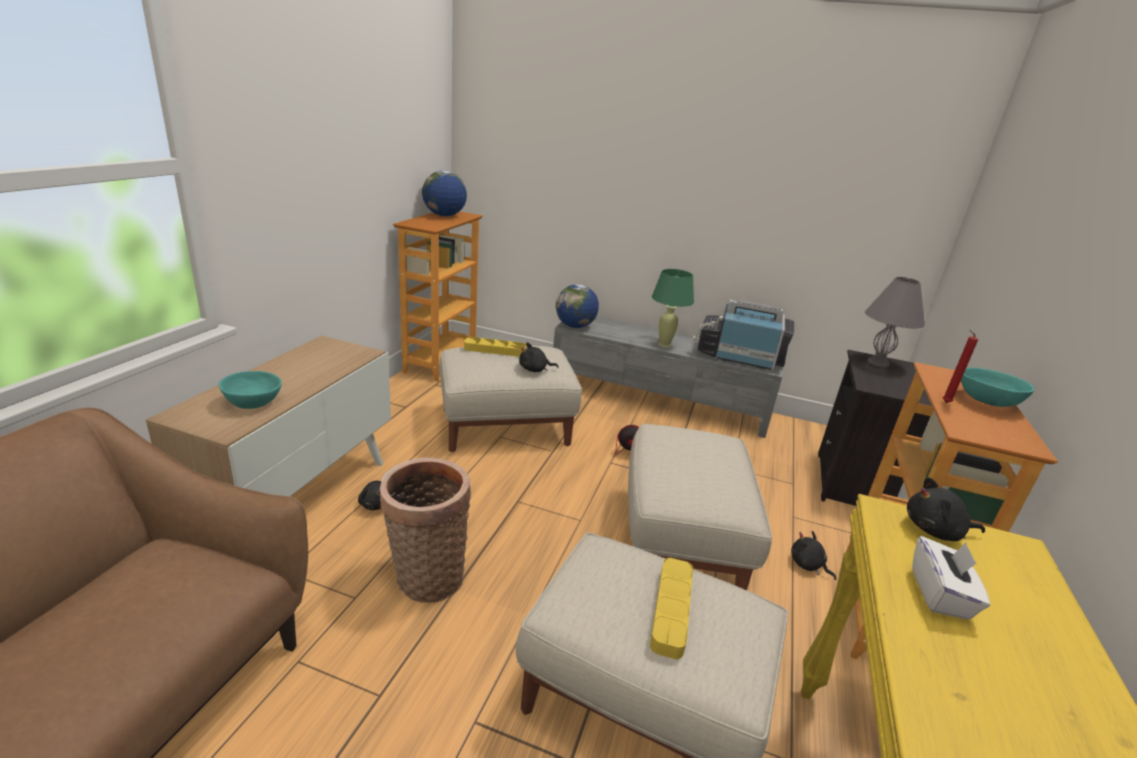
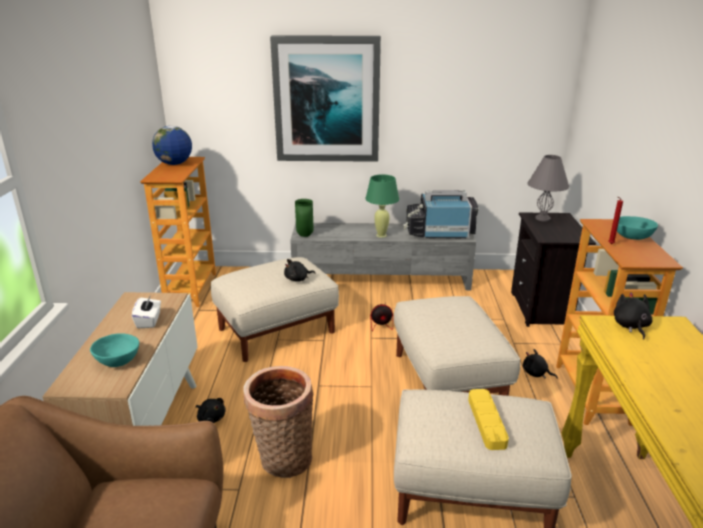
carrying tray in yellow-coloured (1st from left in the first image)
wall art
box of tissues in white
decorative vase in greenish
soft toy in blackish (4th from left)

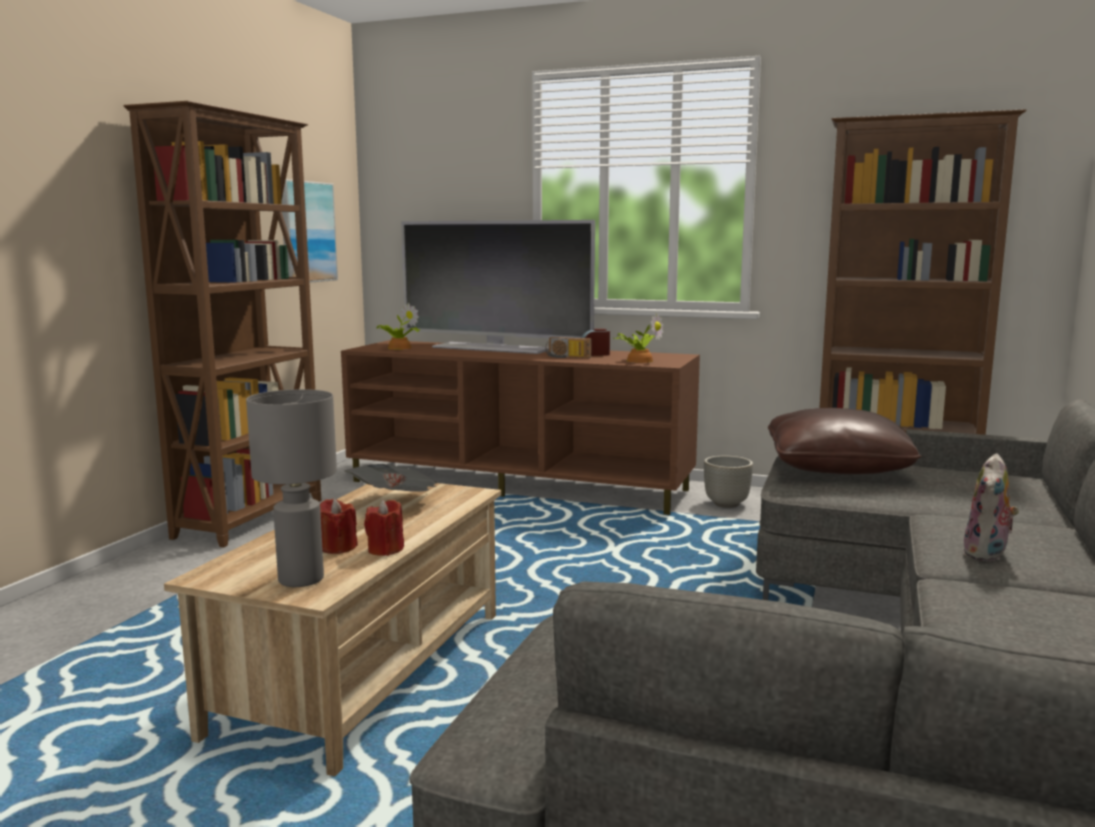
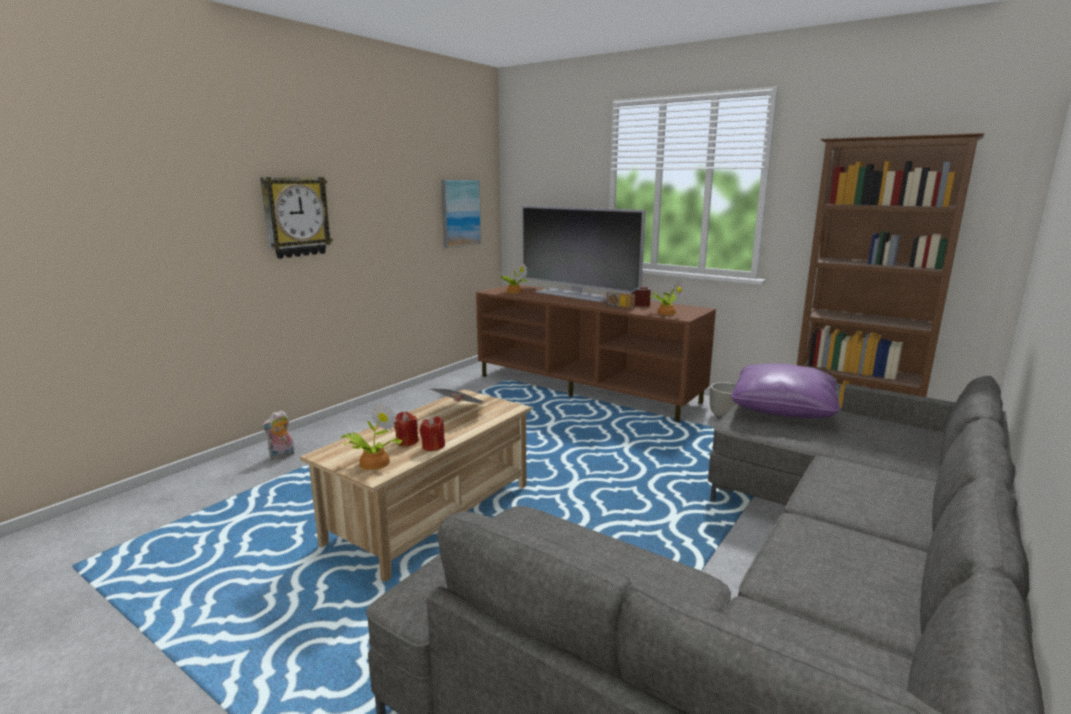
bookcase in brown (1st from left in the first image)
hanging clock
soft toy
potted plant (1st from left)
throw pillow in purple

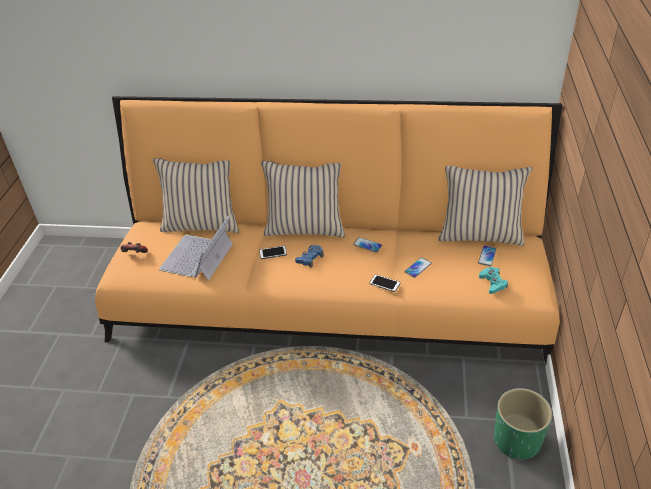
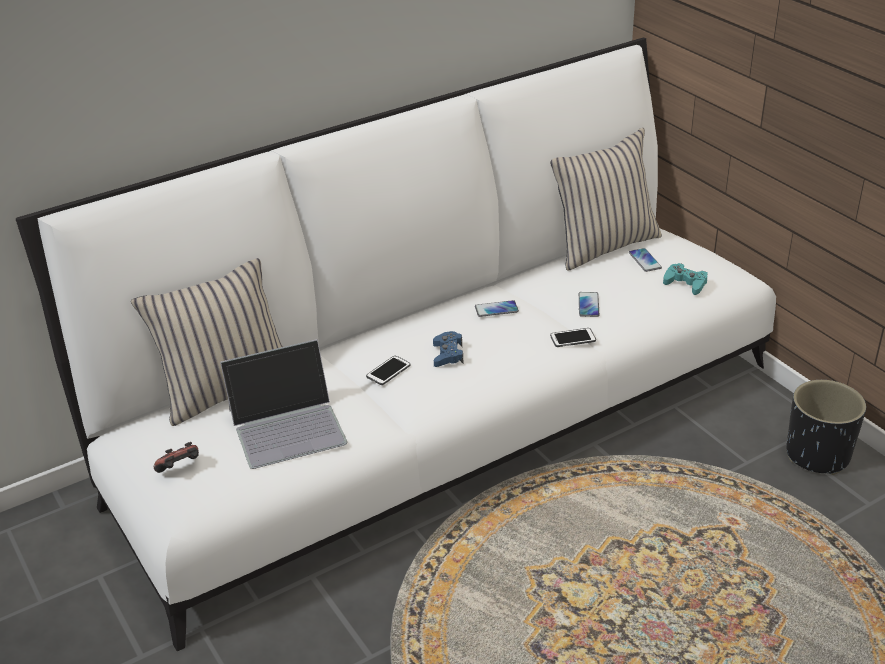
throw pillow in beige (2nd from left in the first image)
couch in white
planter in blackish
notebook computer

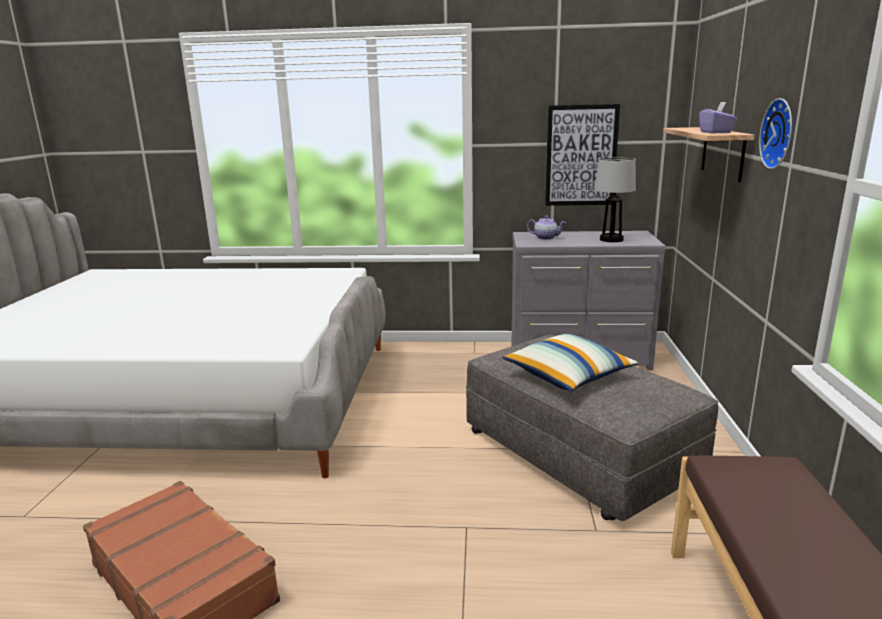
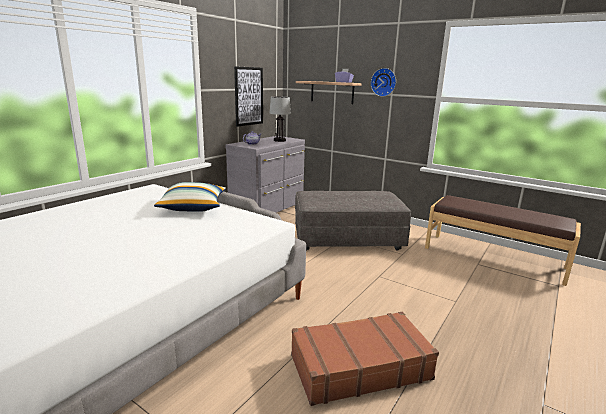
throw pillow

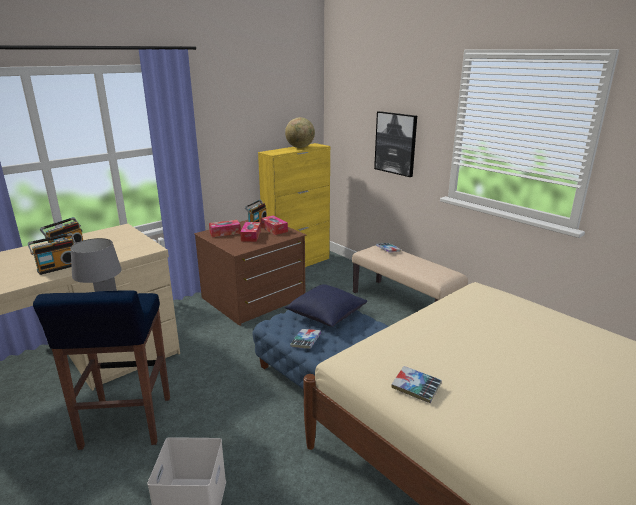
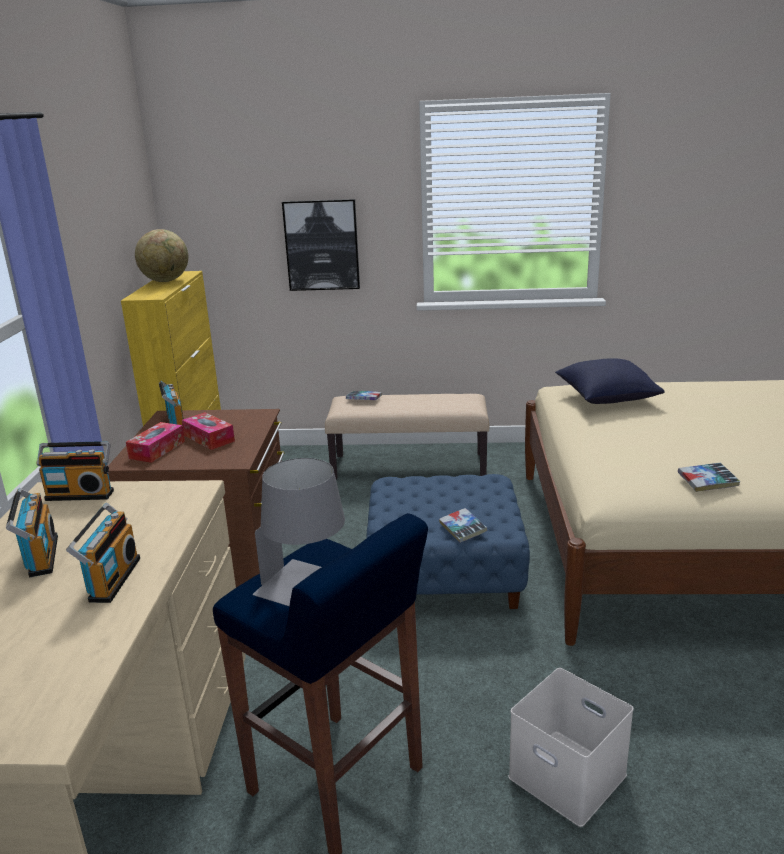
box of tissues (3rd from left in the first image)
radio receiver (2nd from left)
throw pillow in blue

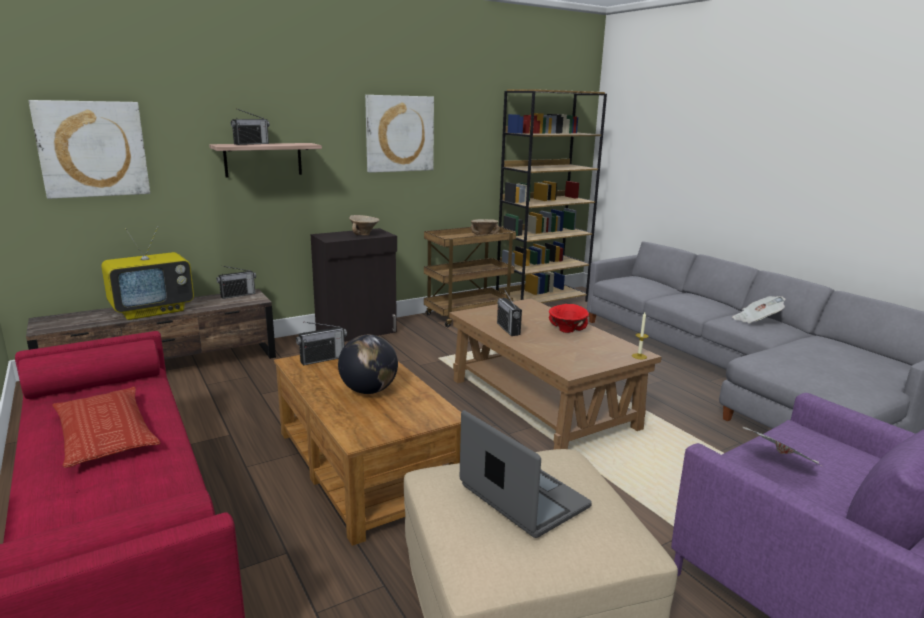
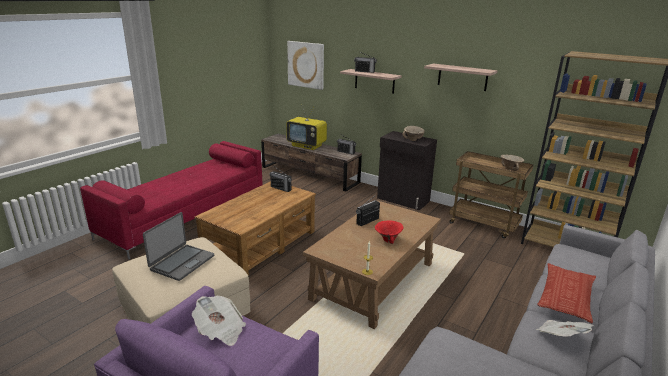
desk globe
throw pillow
shelf (2nd from left)

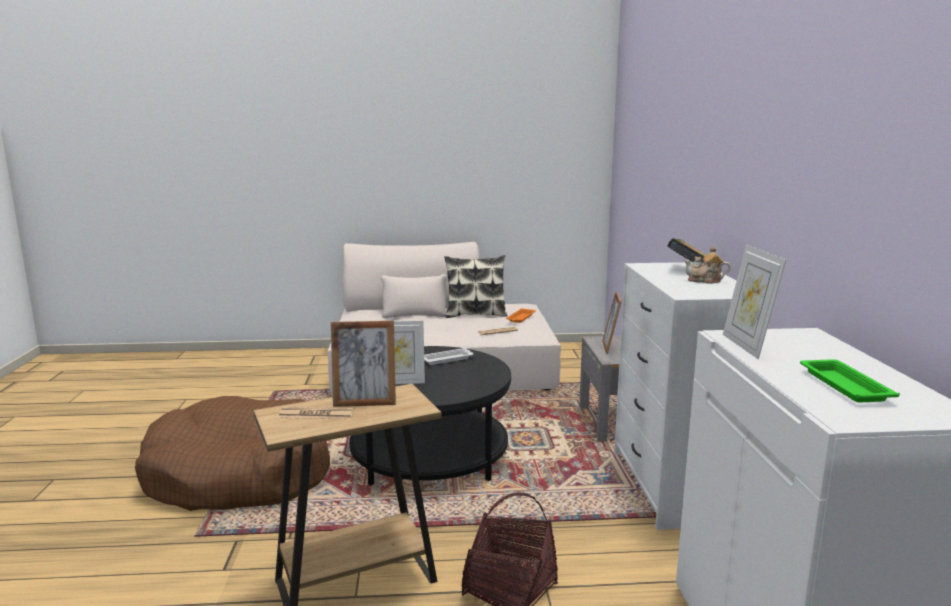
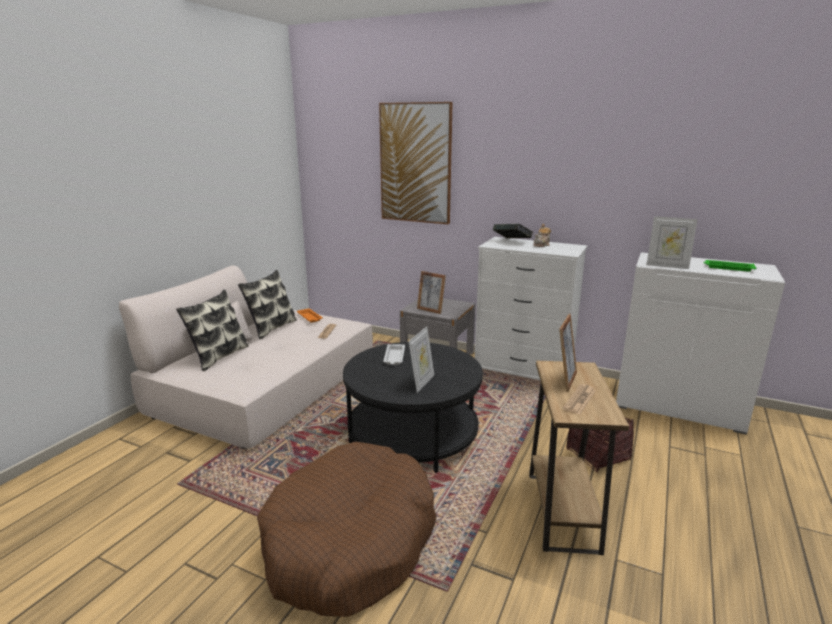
throw pillow (1st from left)
wall art

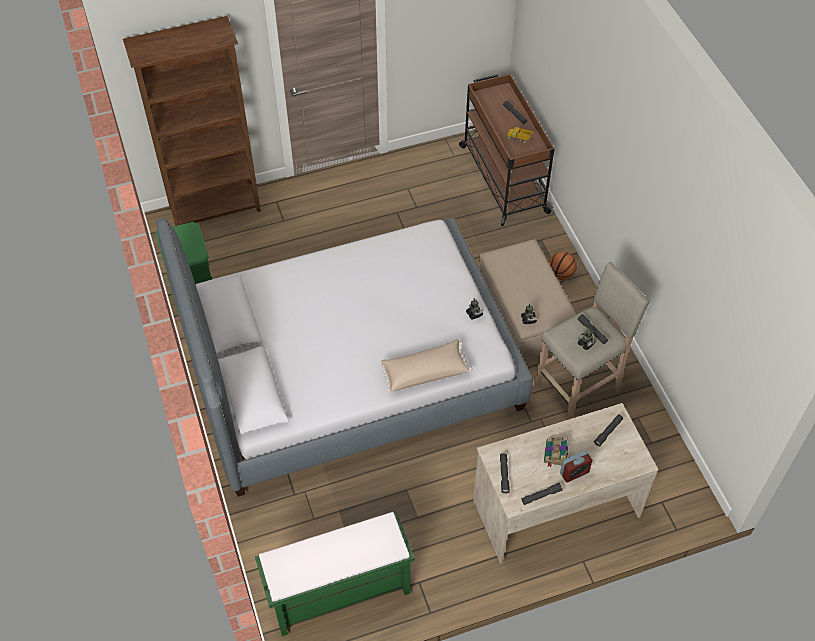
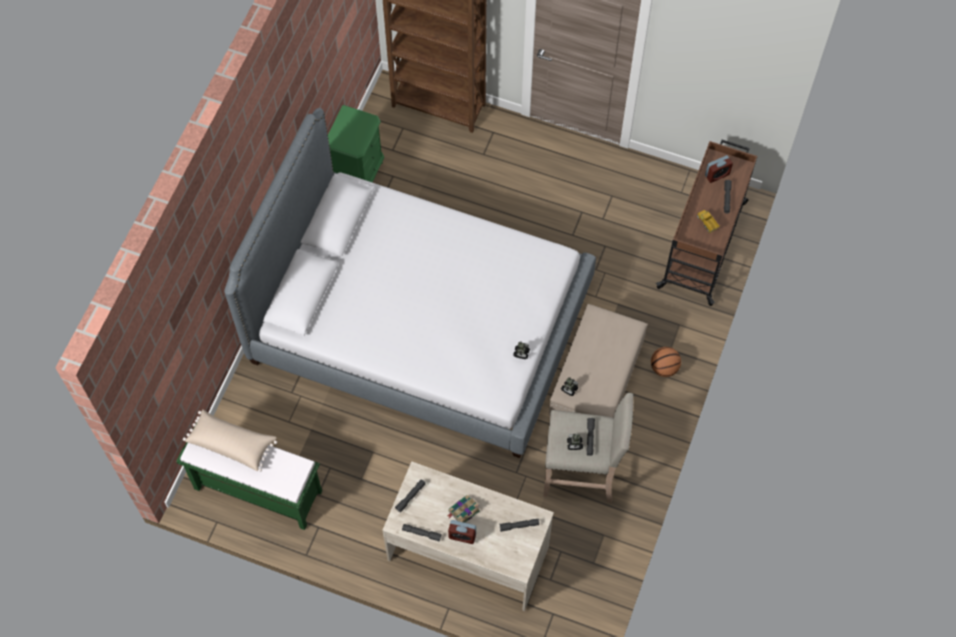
bedside clock (2nd from left)
throw pillow in beige

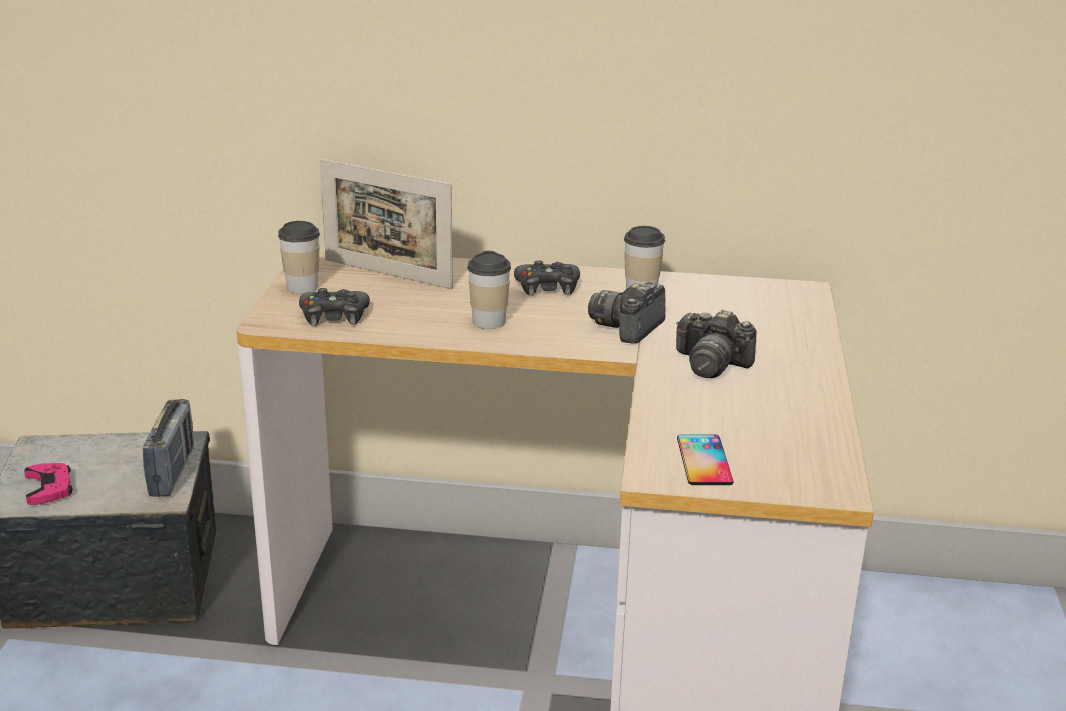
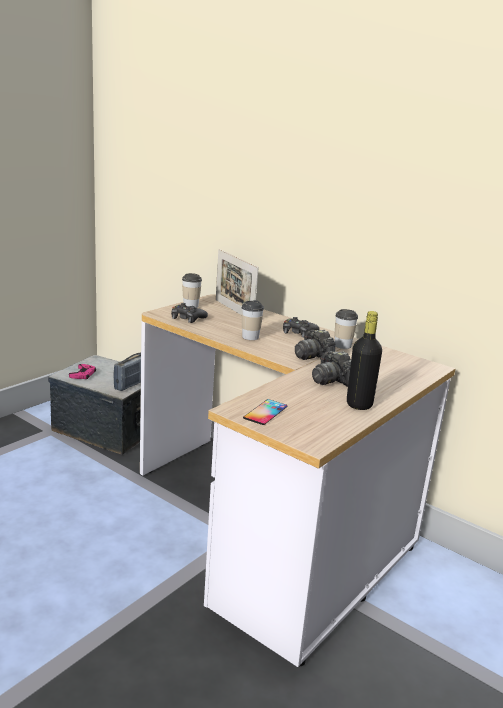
bottle in blackish
photo camera (1st from left)

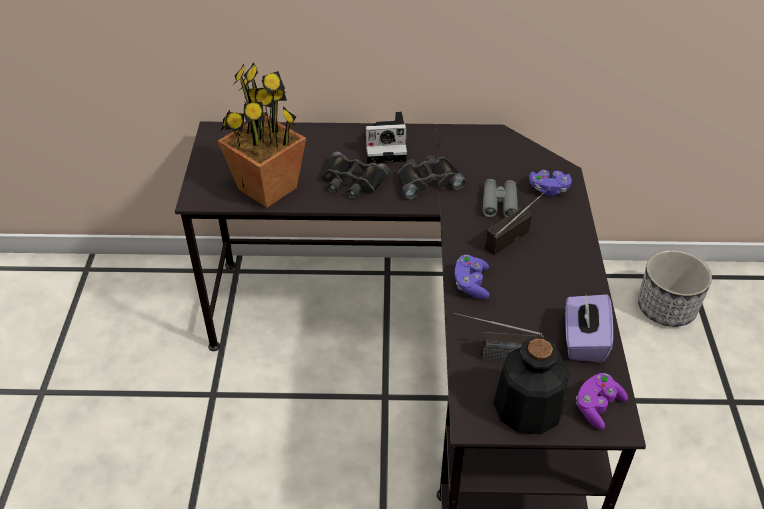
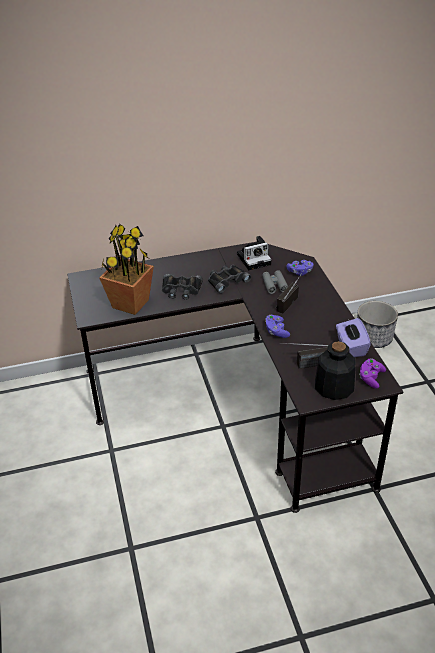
photo camera

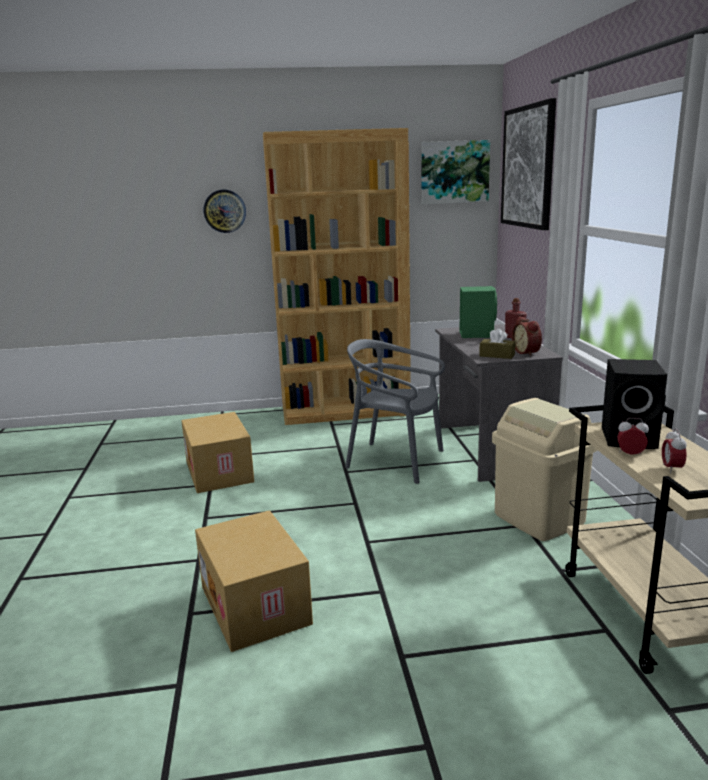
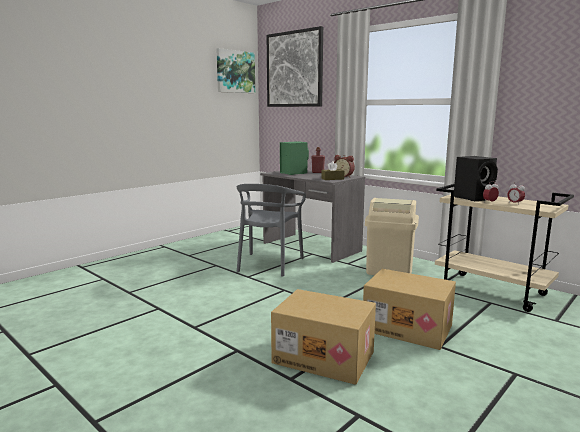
hanging clock
bookcase in brown
cardboard box (2nd from left)
chair in greyish

